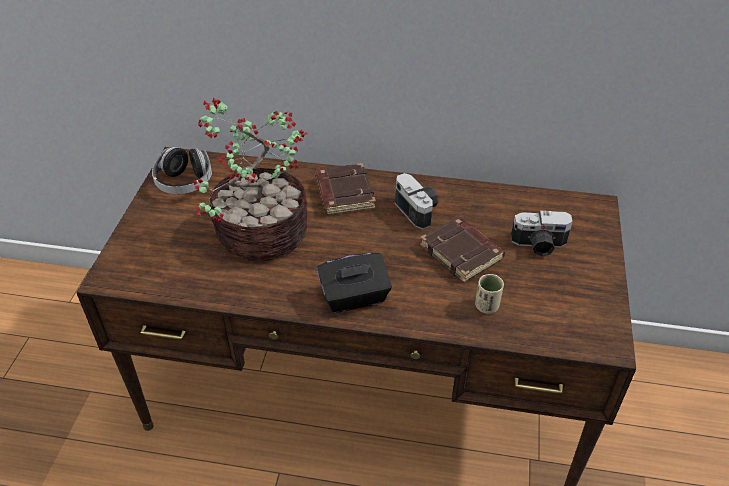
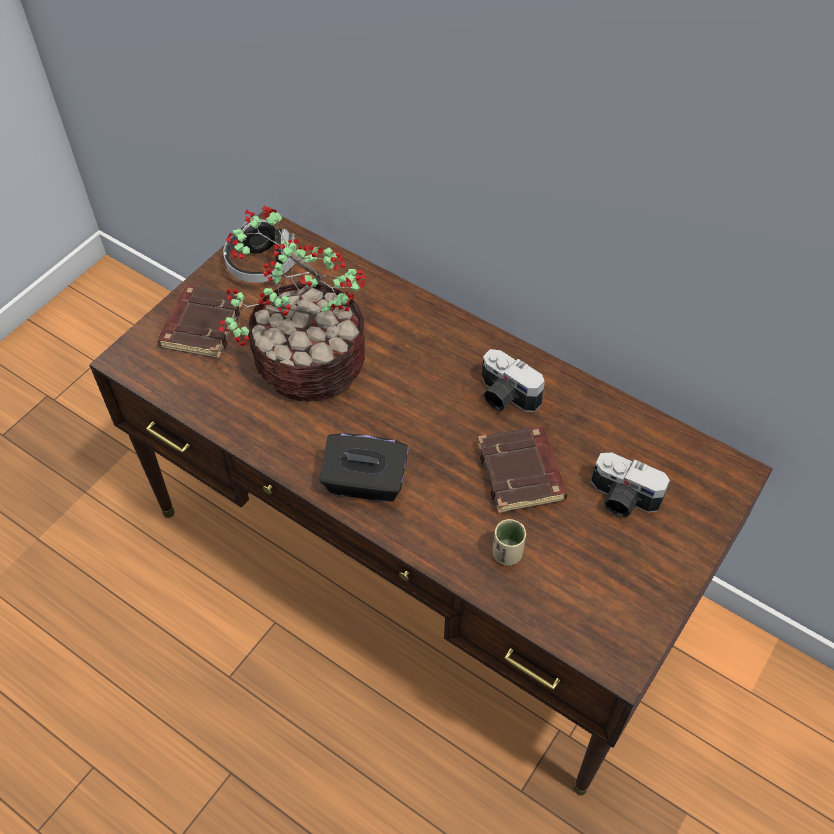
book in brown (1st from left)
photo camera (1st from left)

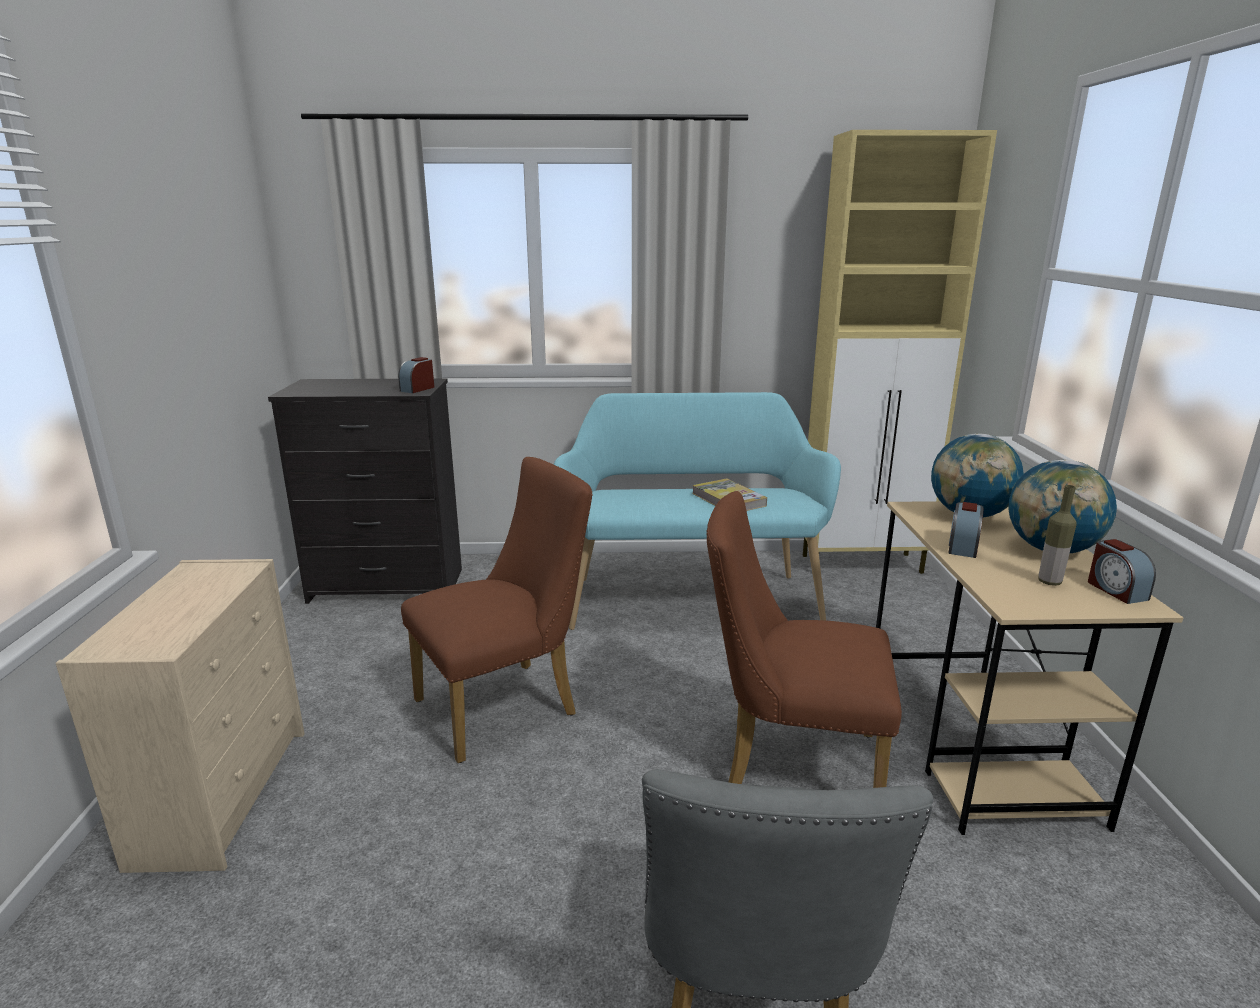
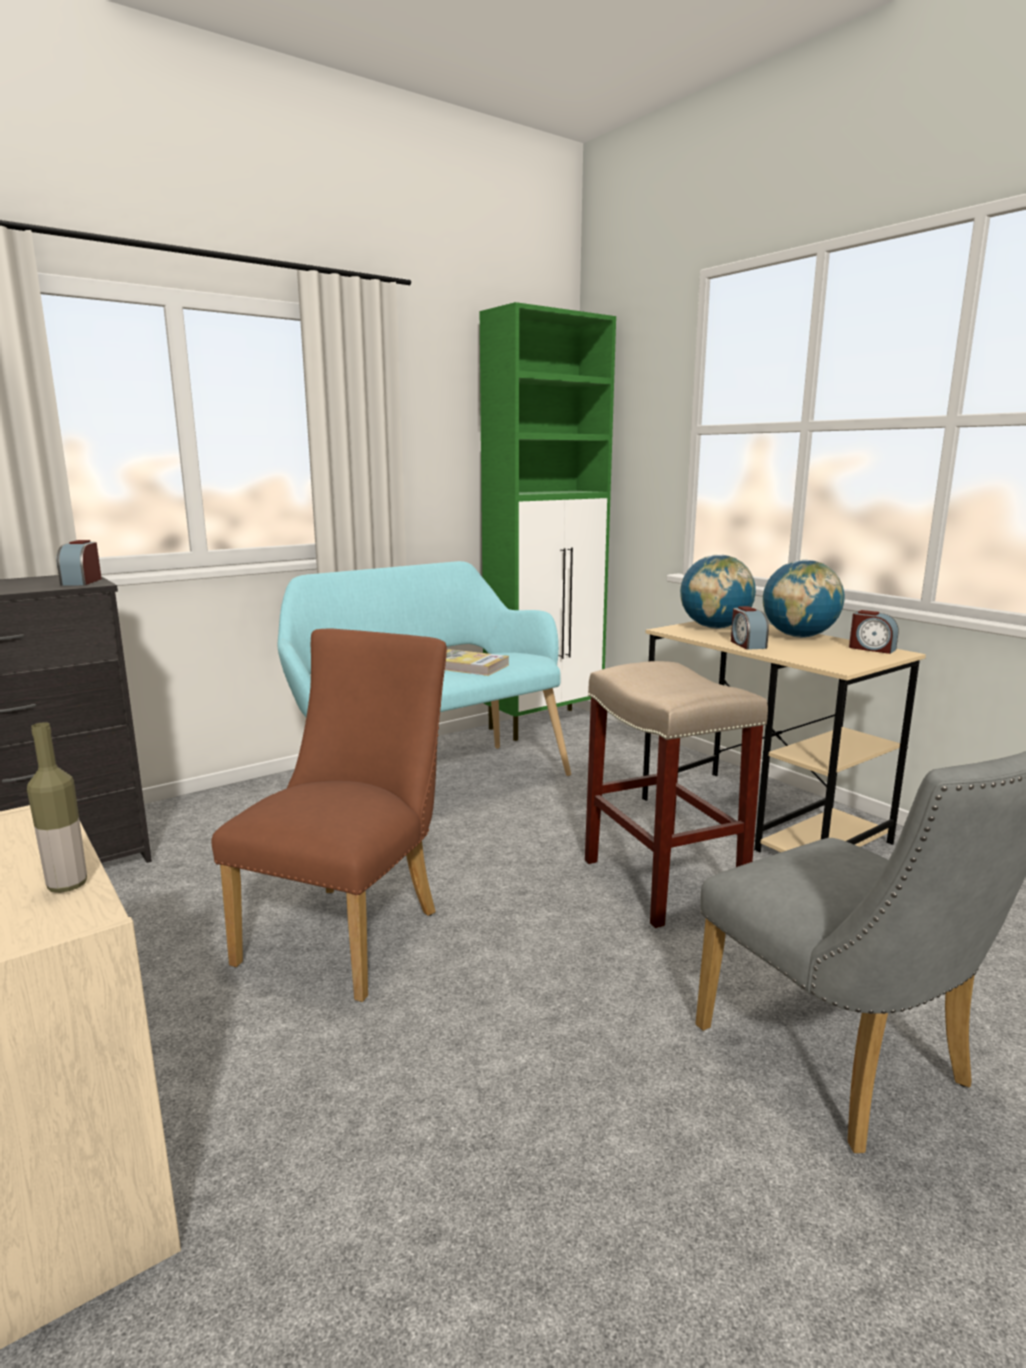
bottle
stool seat in beige
cupboard in greenish

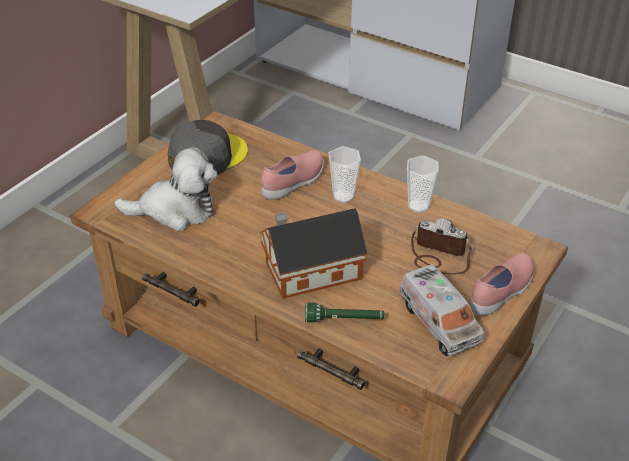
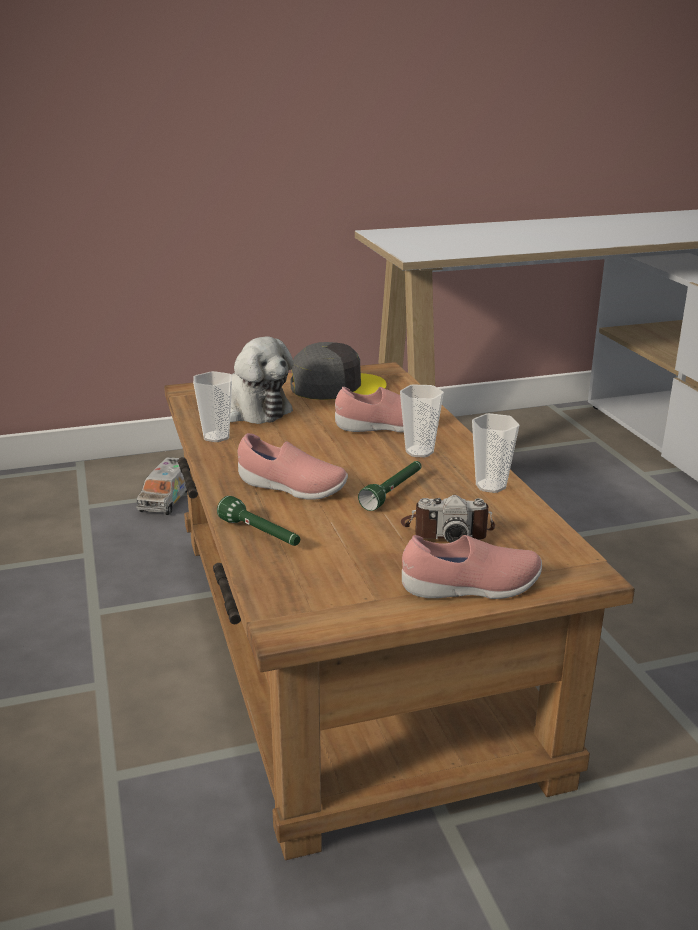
drinking cup (1st from left)
hand torch in greenish (2nd from left)
toy lorry
item of footwear in pink-coloured (1st from left)
photo camera

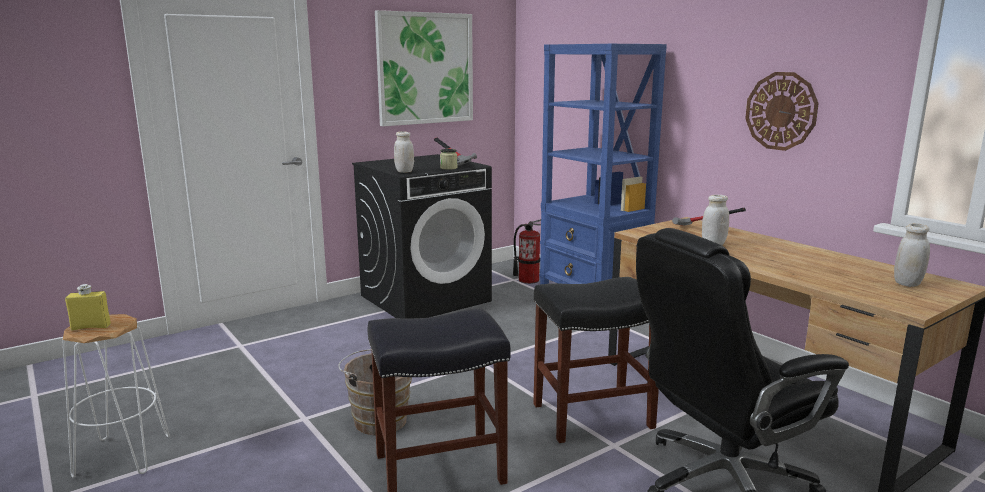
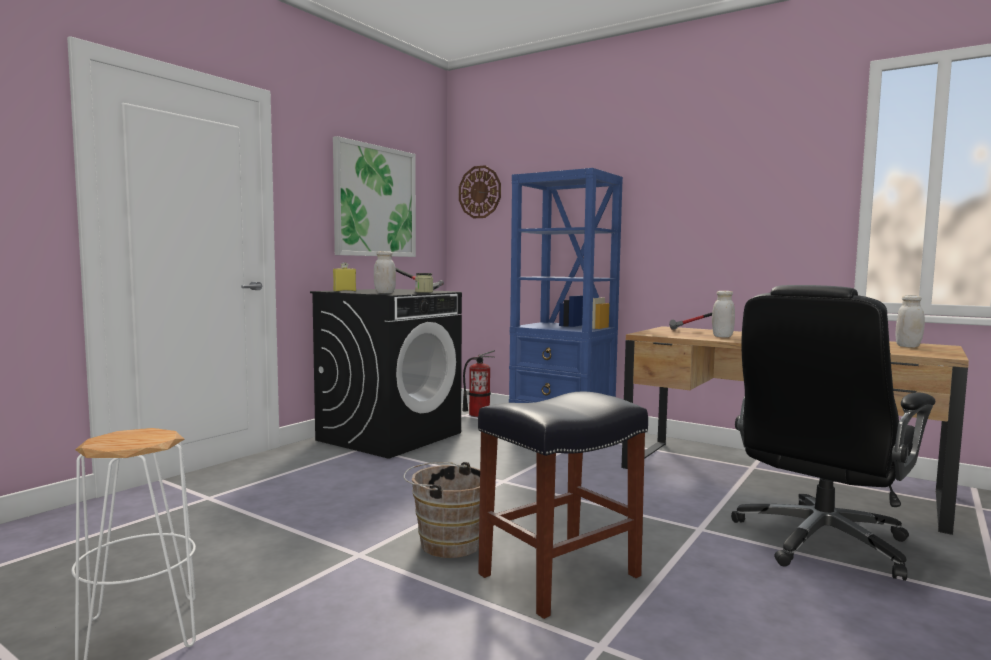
stool seat in blackish (2nd from left in the first image)
bottle in yellow-coloured
hanging clock

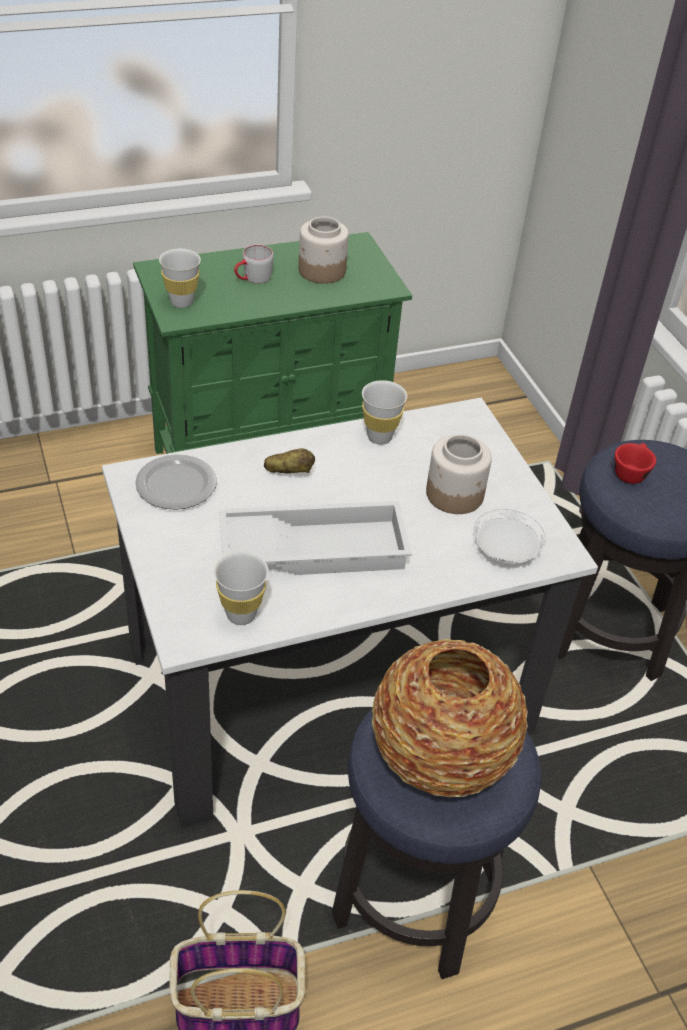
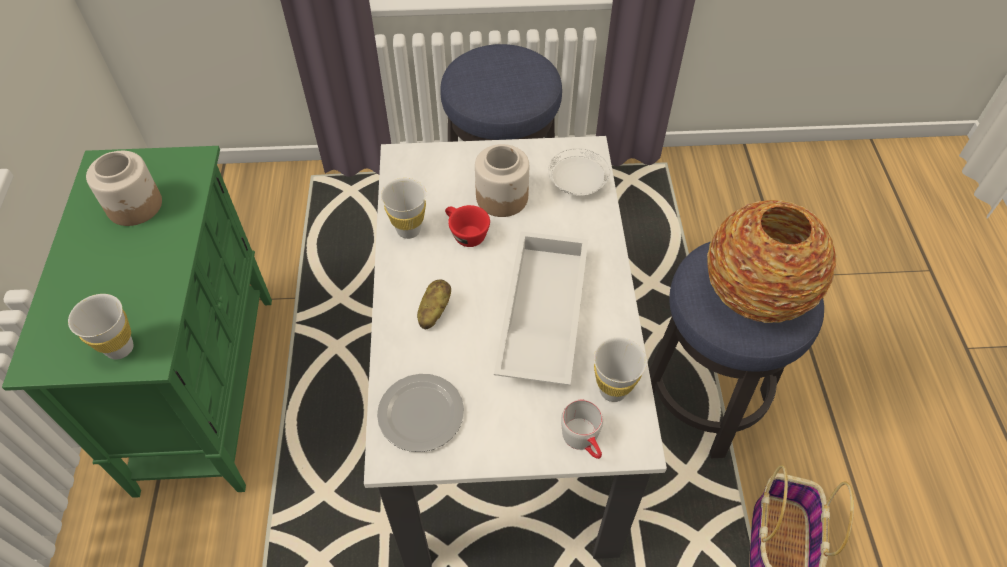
mug in greyish
drinking cup in reddish

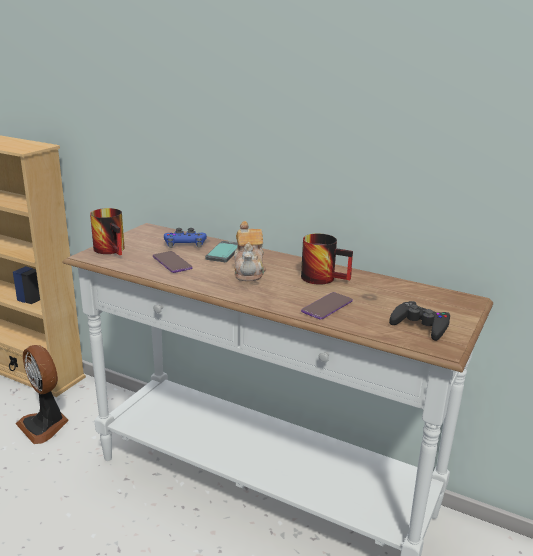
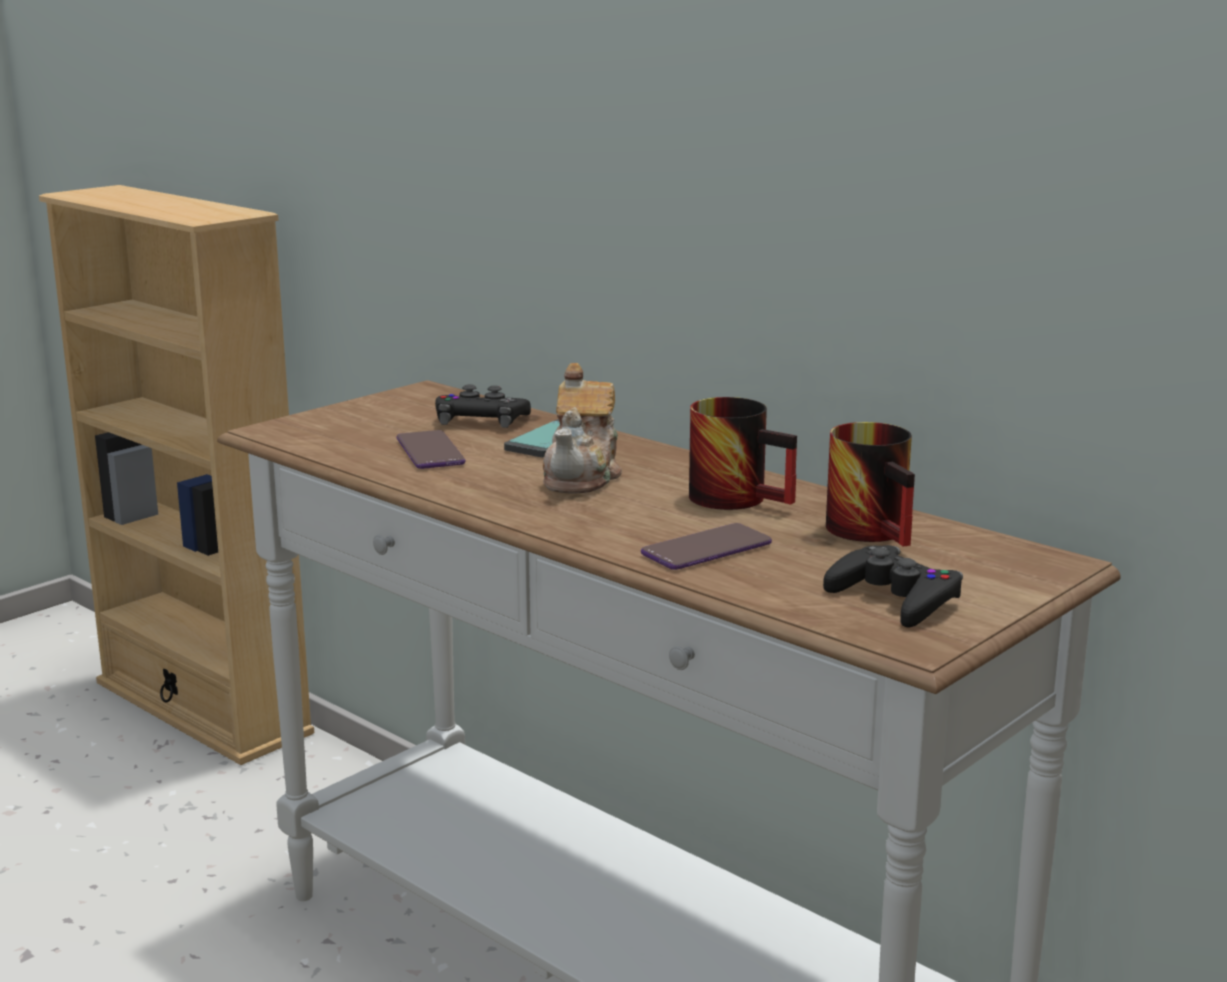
cooling fan
mug (2nd from left)
gamepad in blackish (1st from left)

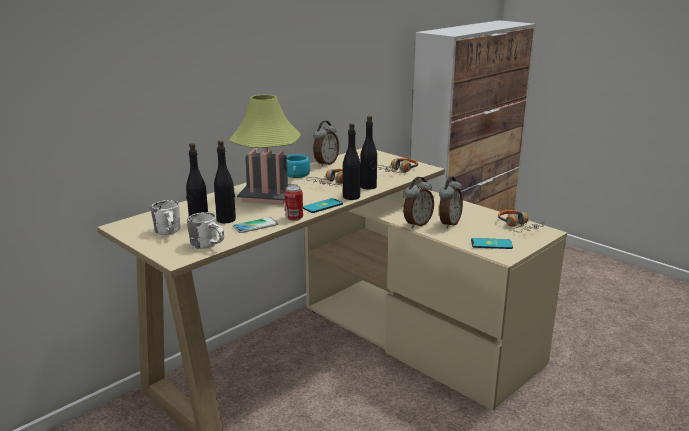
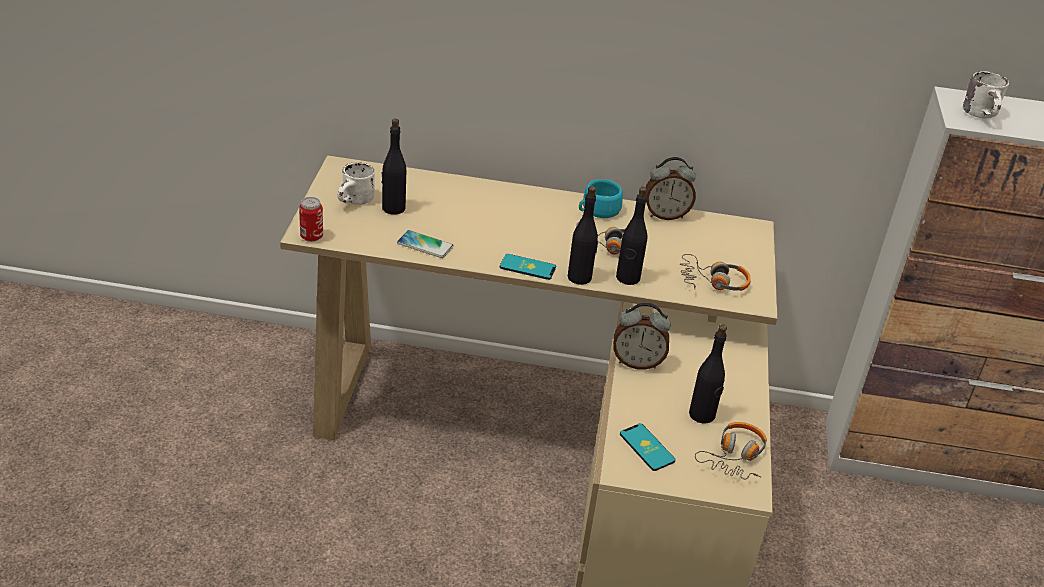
table lamp
bedside clock (3rd from left in the first image)
mug in white (2nd from left)
bottle in blackish (4th from left)
metal can

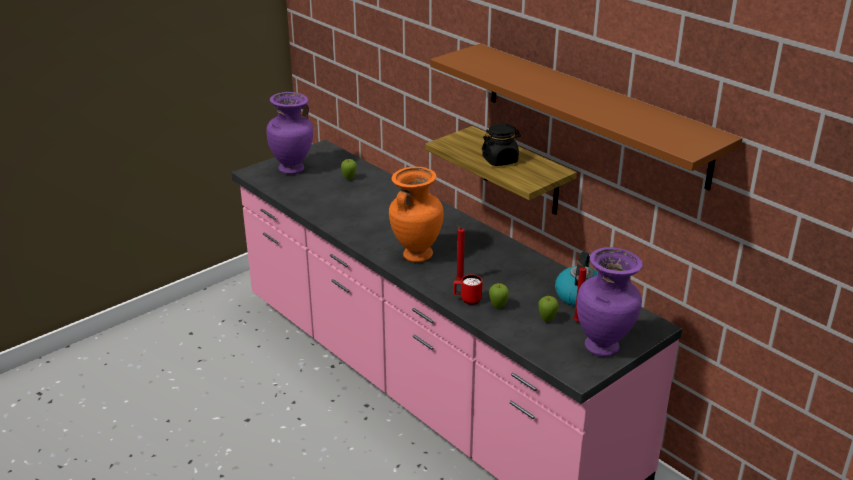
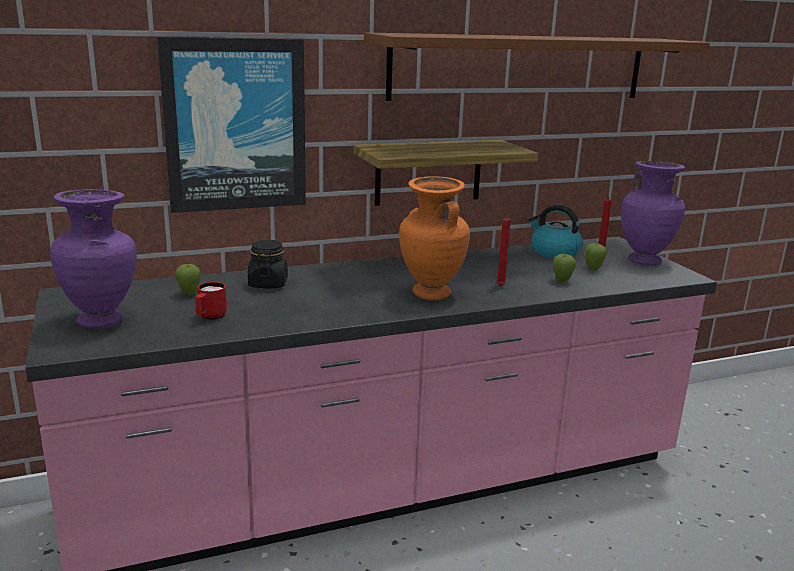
wall art
mug in reddish
preserve jar in blackish

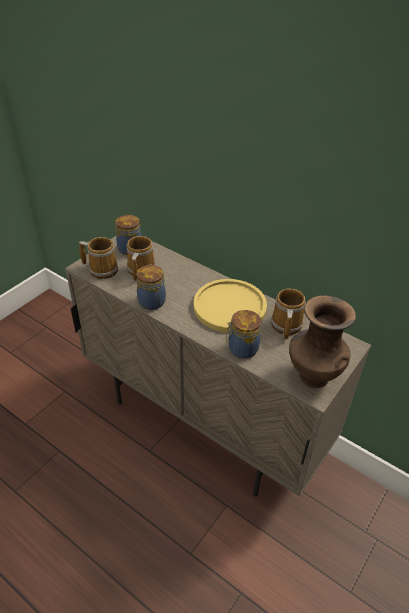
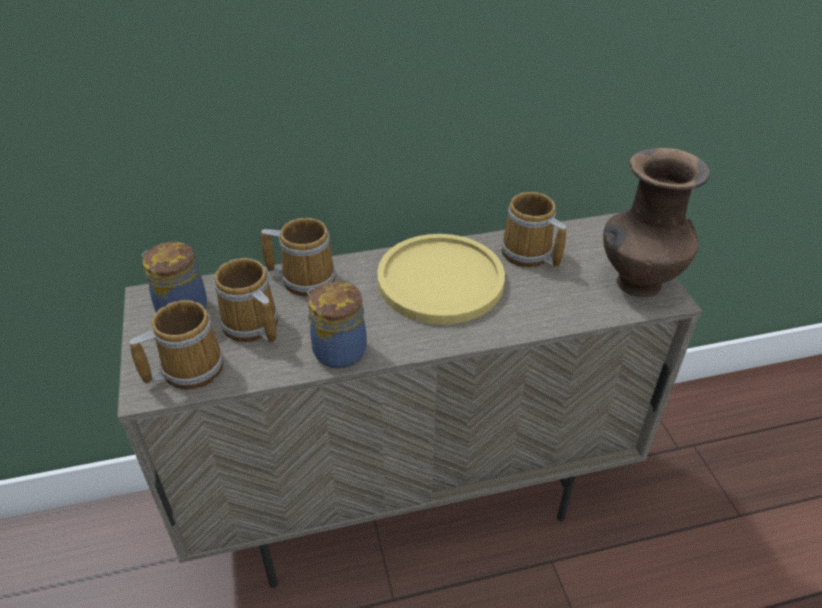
preserve jar (3rd from left in the first image)
mug (3rd from left)

